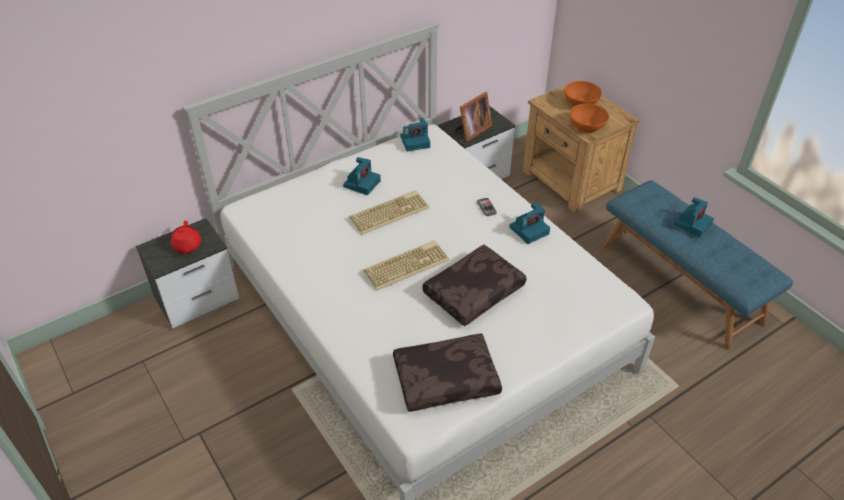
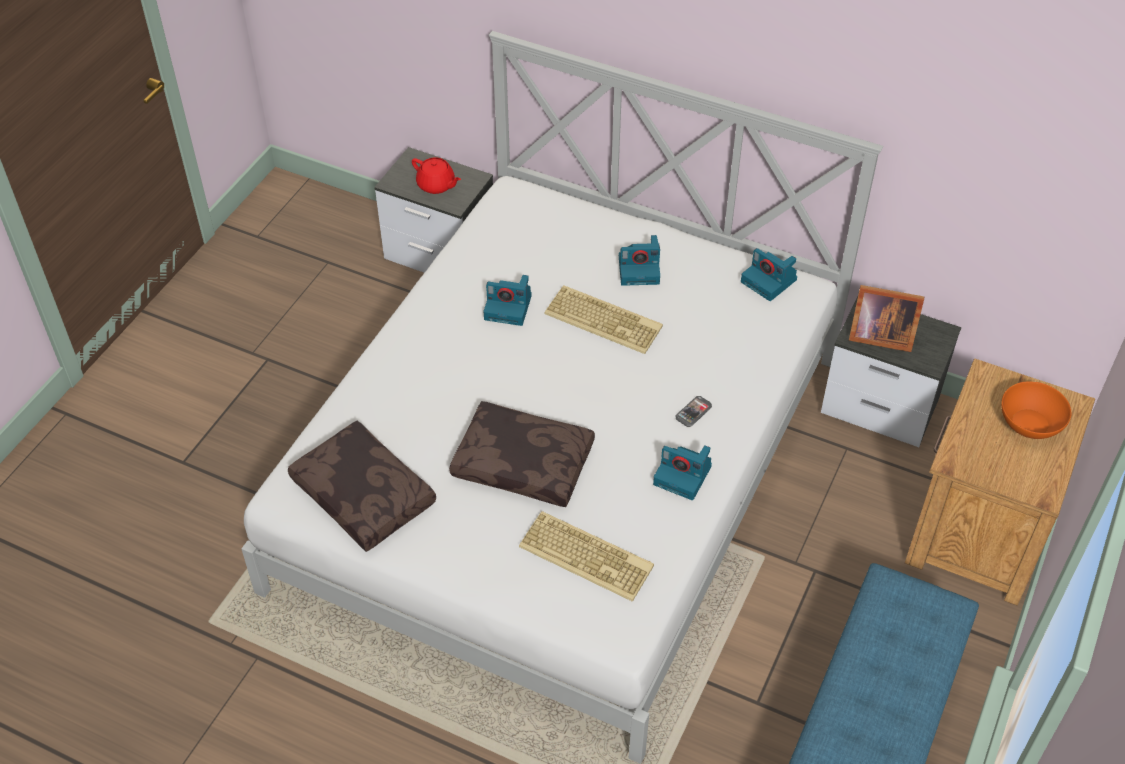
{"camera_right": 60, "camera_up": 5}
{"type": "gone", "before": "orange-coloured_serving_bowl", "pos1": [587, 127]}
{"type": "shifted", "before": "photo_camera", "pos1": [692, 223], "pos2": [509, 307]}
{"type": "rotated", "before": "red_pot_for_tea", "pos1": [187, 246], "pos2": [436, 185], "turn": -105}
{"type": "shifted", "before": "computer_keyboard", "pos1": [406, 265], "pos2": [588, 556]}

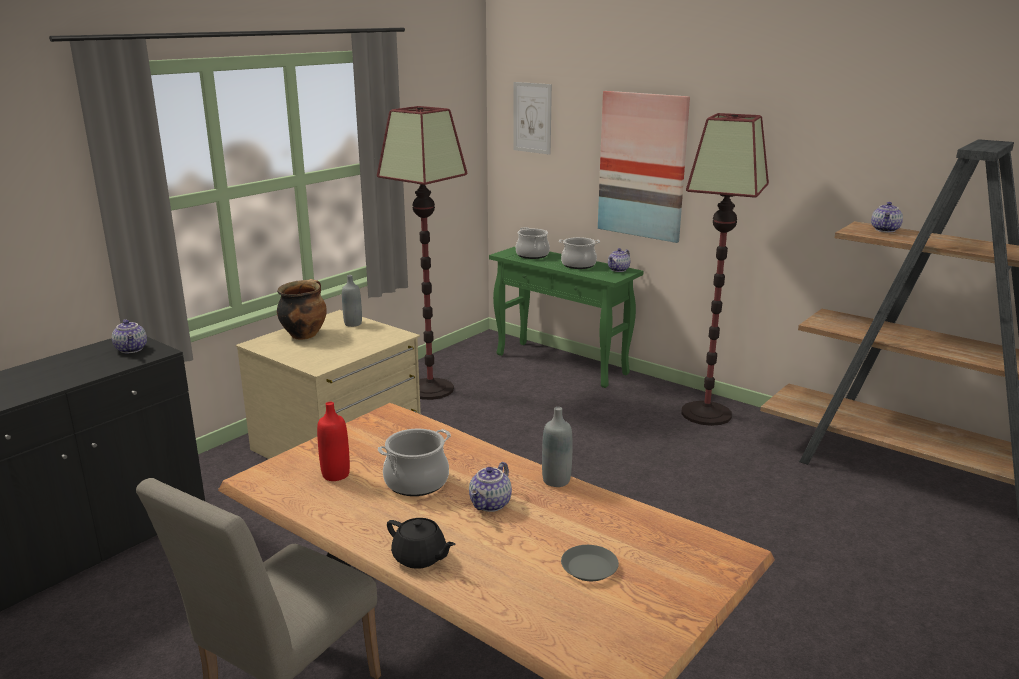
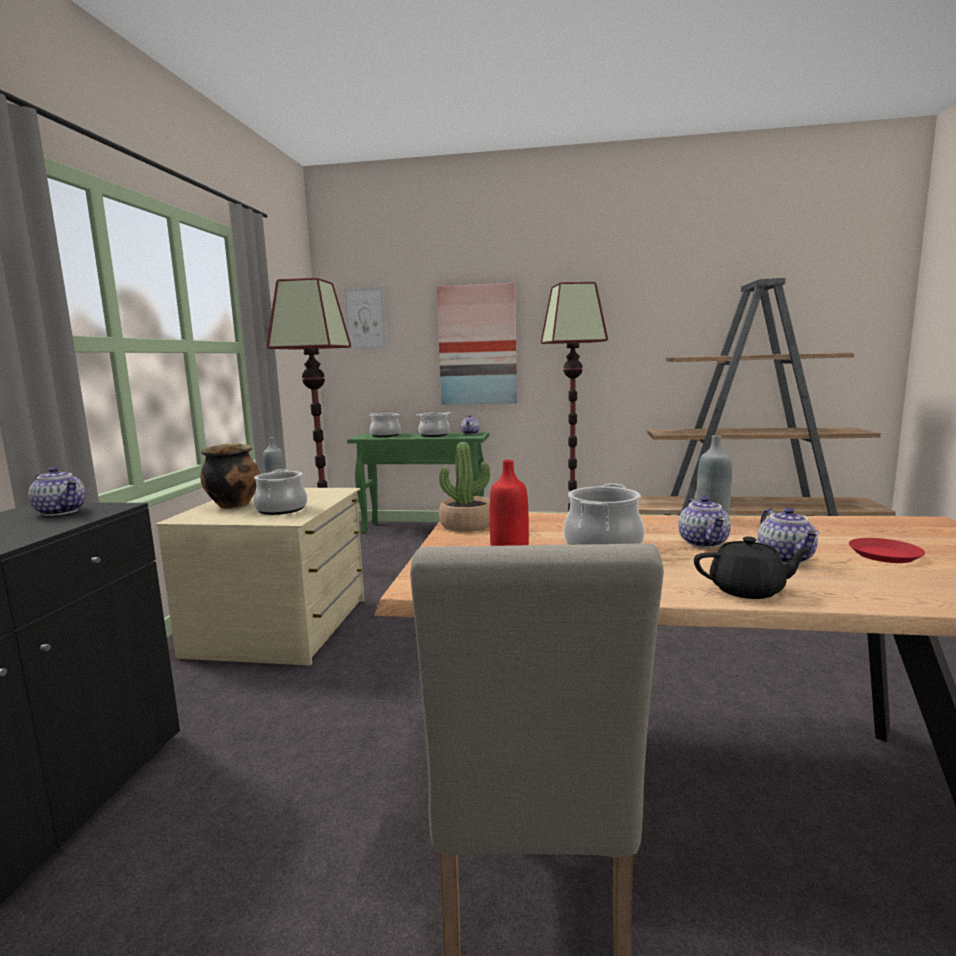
{"camera_right": -30, "camera_up": -10}
{"type": "shifted", "before": "pot_for_tea", "pos1": [885, 230], "pos2": [787, 558]}
{"type": "repainted", "before": "greyish_plate", "after": "red_plate", "pos1": [589, 568], "pos2": [885, 555]}
{"type": "new", "after": "houseplant", "pos2": [467, 525]}
{"type": "new", "after": "cooking_pot", "pos2": [282, 509]}

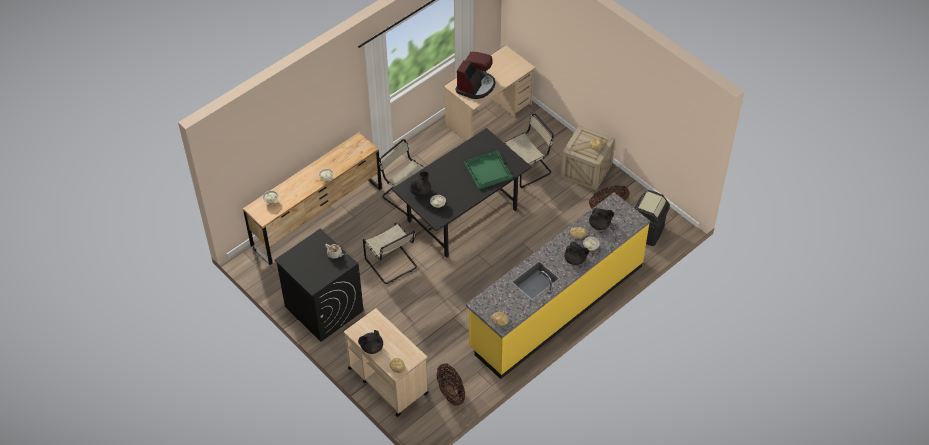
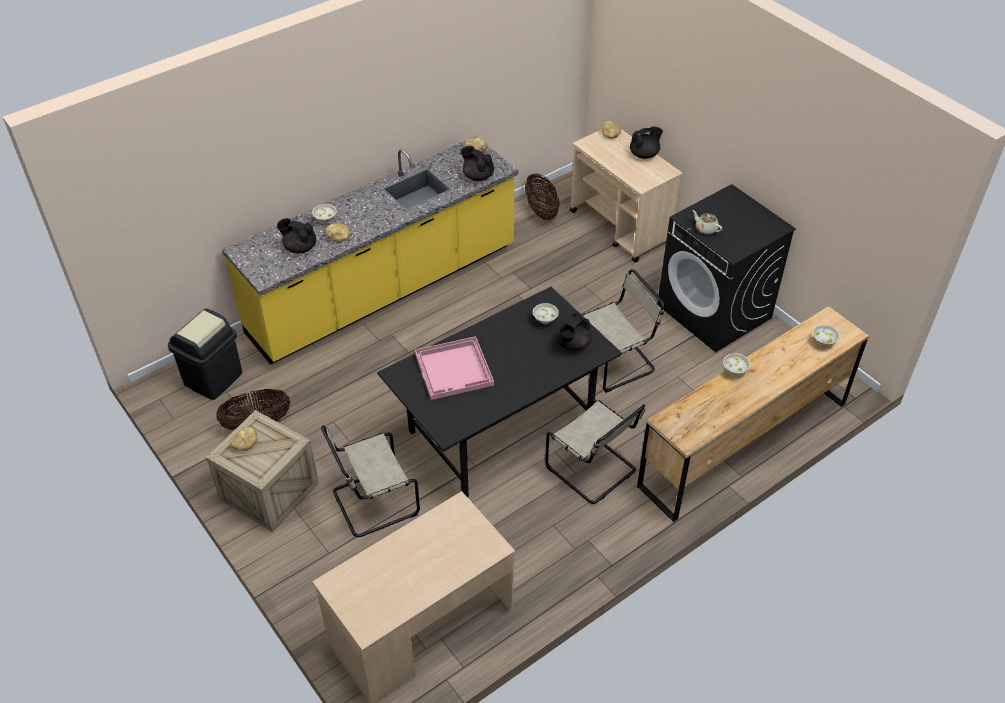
{"camera_right": -175, "camera_up": -5}
{"type": "gone", "before": "coffee_brewer", "pos1": [476, 86]}
{"type": "repainted", "before": "green-coloured_tray", "after": "pinkish_tray", "pos1": [487, 170], "pos2": [454, 369]}
{"type": "rotated", "before": "sand-coloured_plain_chair", "pos1": [392, 264], "pos2": [616, 362], "turn": 90}
{"type": "shifted", "before": "black-coloured_pot_for_tea", "pos1": [575, 260], "pos2": [477, 176]}

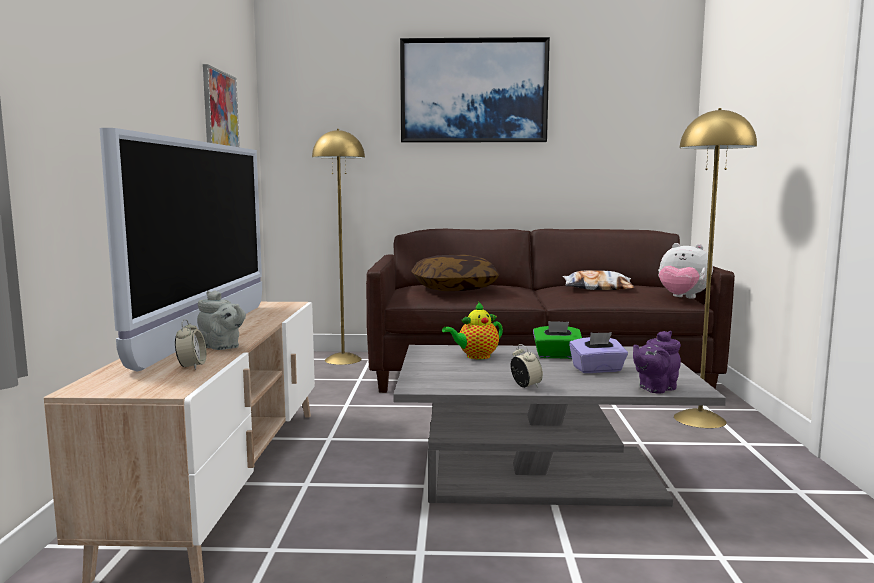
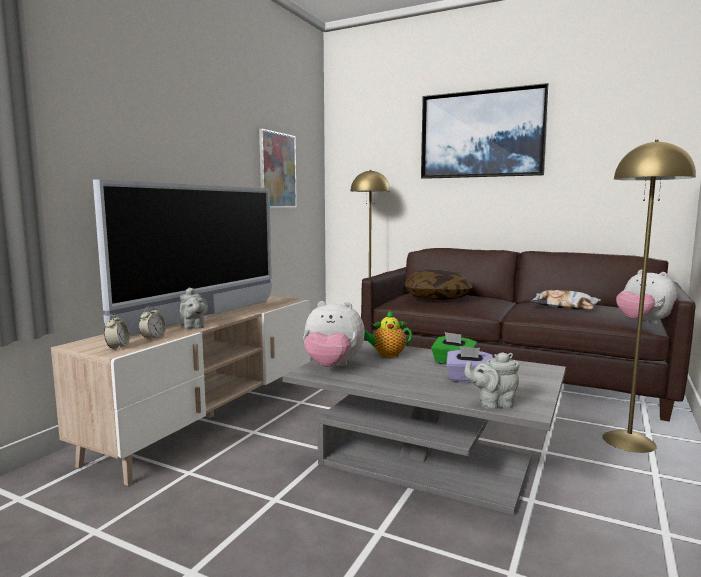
{"camera_right": 25, "camera_up": 0}
{"type": "repainted", "before": "purple-coloured_pot_for_tea", "after": "greyish_pot_for_tea", "pos1": [655, 388], "pos2": [493, 404]}
{"type": "shifted", "before": "bedside_clock", "pos1": [525, 386], "pos2": [118, 347]}
{"type": "new", "after": "plush_toy", "pos2": [332, 367]}

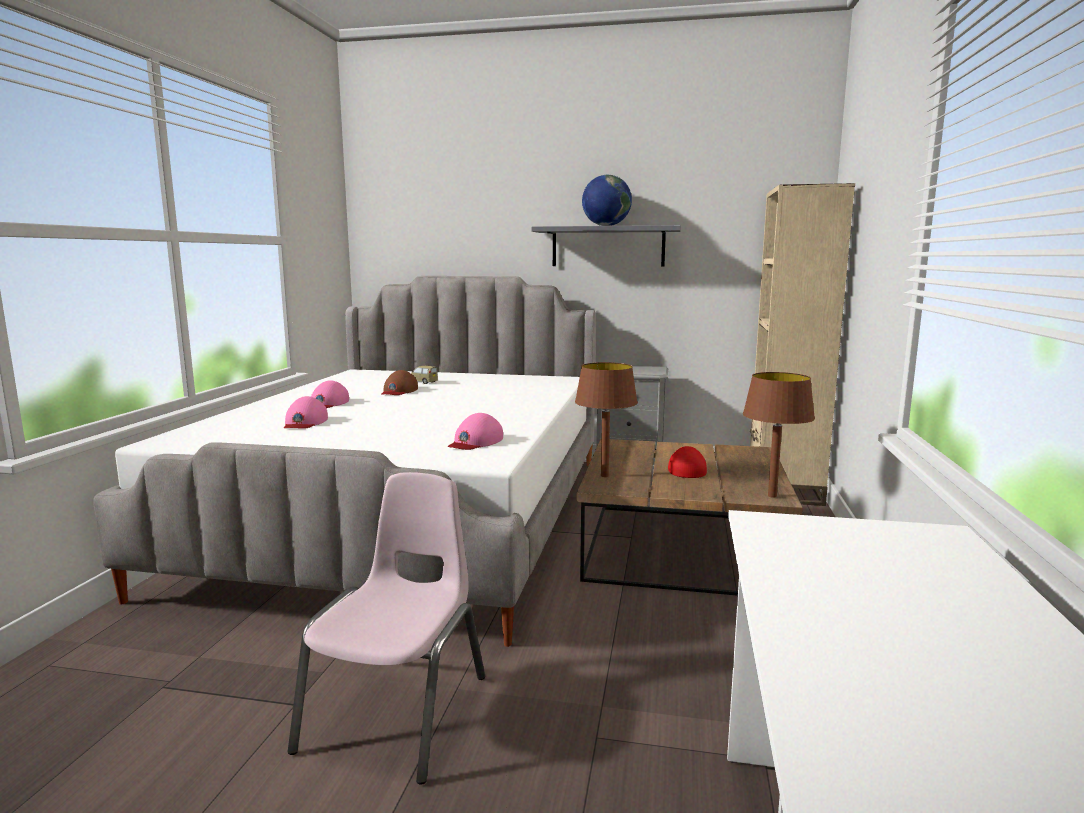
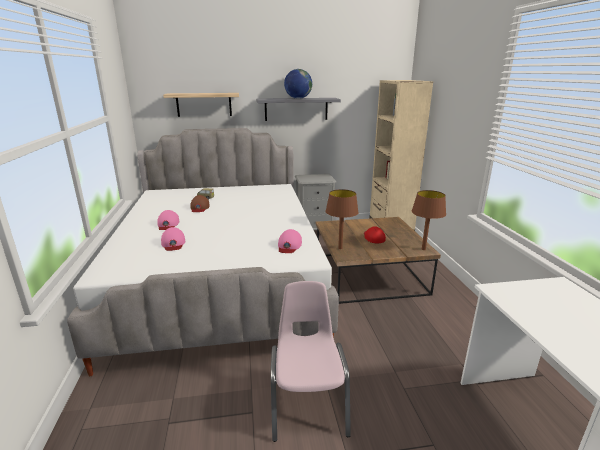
{"camera_right": -20, "camera_up": 10}
{"type": "new", "after": "wall_shelf", "pos2": [204, 104]}

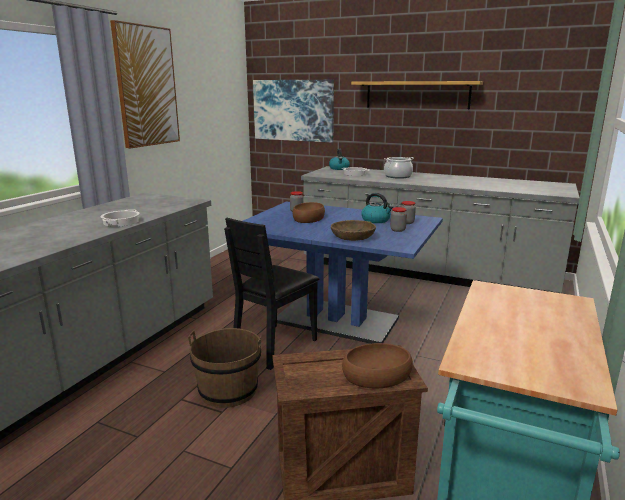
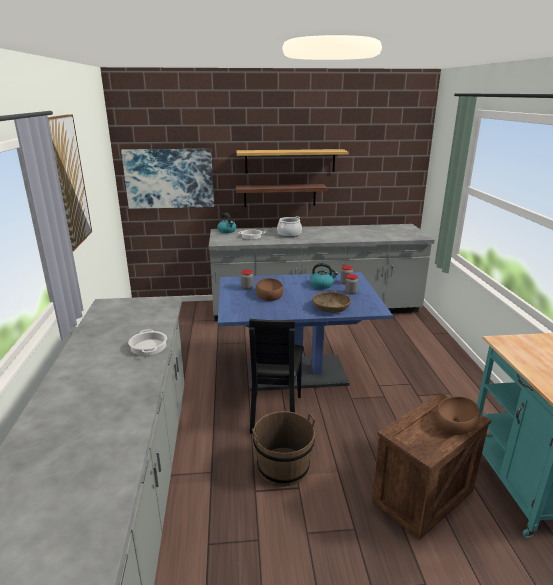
{"camera_right": -30, "camera_up": 5}
{"type": "new", "after": "wall_shelf", "pos2": [280, 195]}

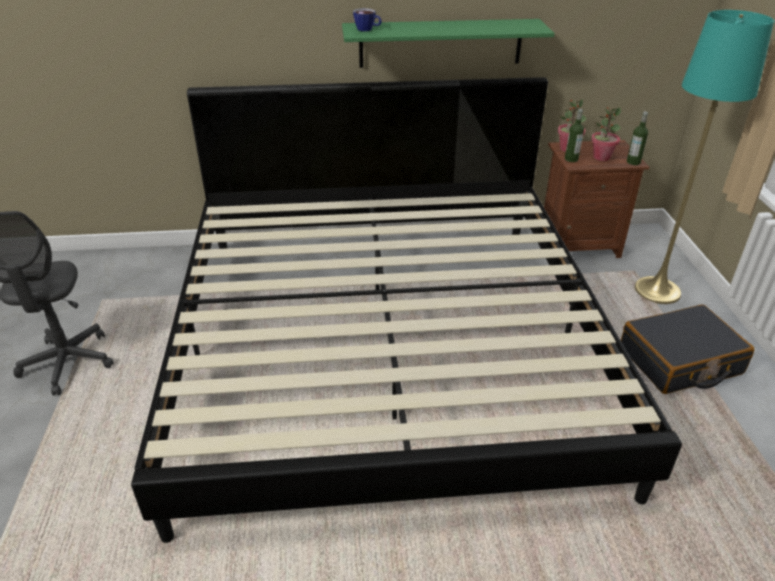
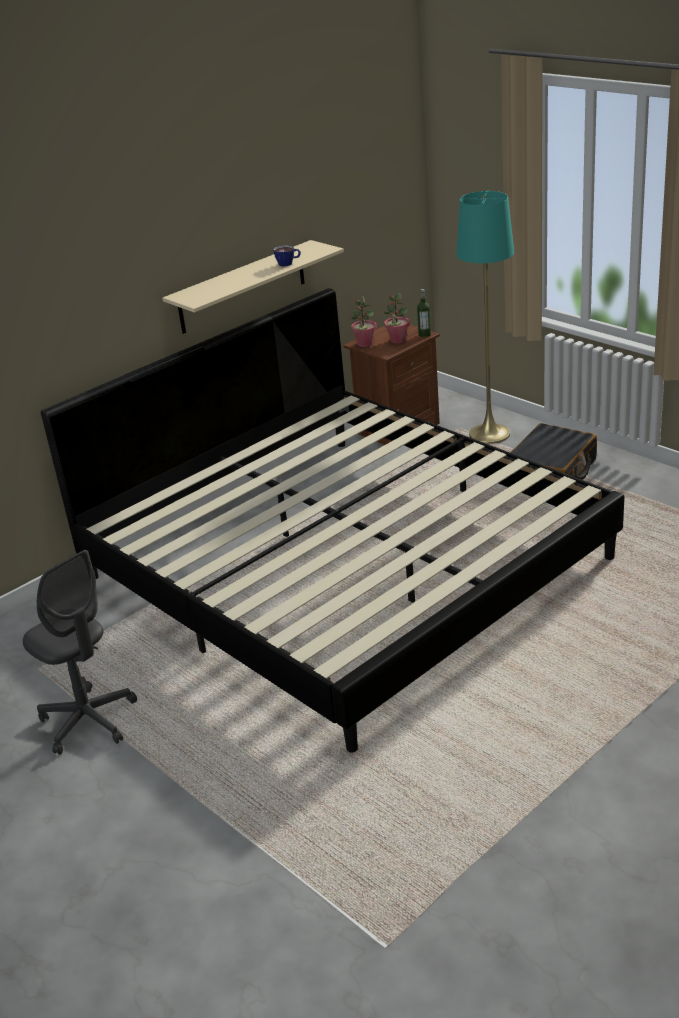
{"camera_right": -35, "camera_up": -5}
{"type": "shifted", "before": "small_cup", "pos1": [368, 29], "pos2": [288, 263]}
{"type": "repainted", "before": "green-coloured_wall_shelf", "after": "sand-coloured_wall_shelf", "pos1": [440, 43], "pos2": [242, 287]}
{"type": "gone", "before": "beverage_bottle", "pos1": [571, 159]}

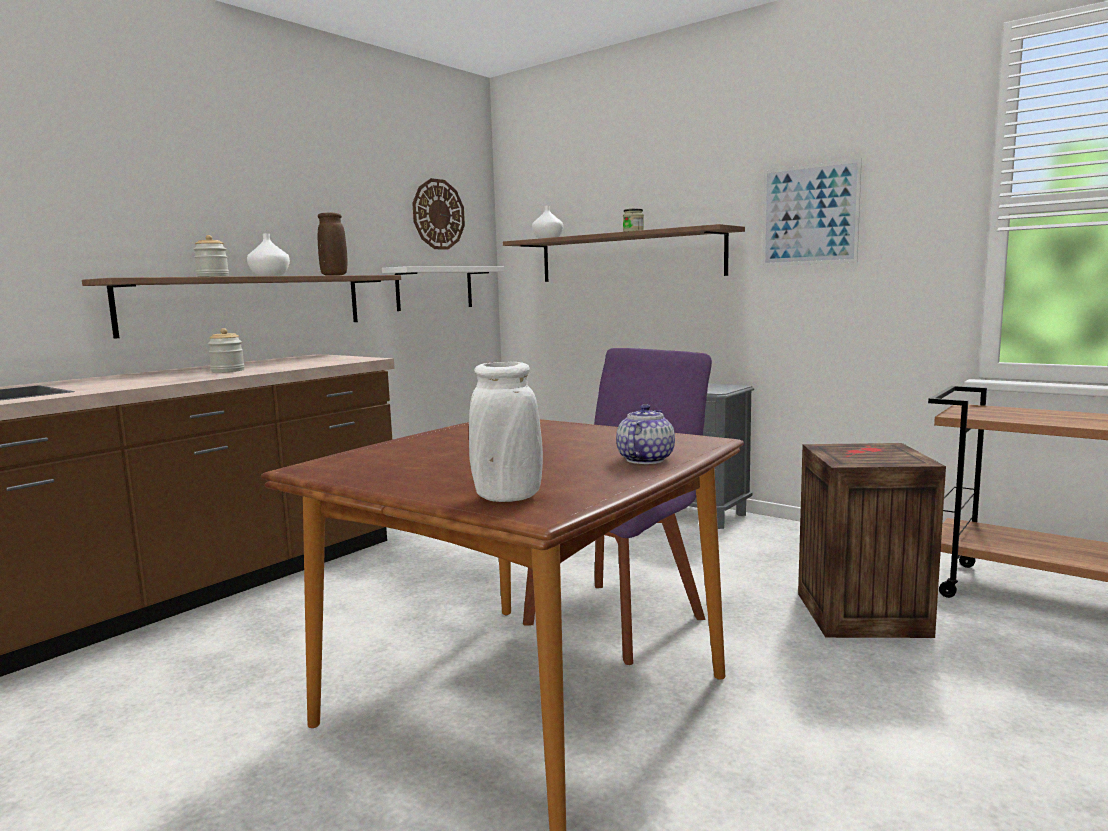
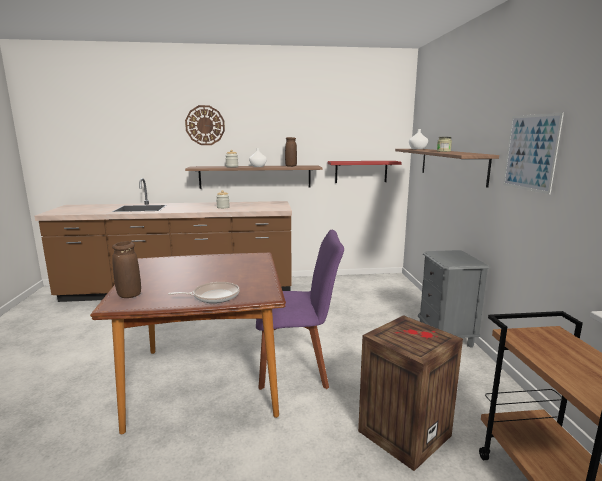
{"camera_right": 45, "camera_up": 5}
{"type": "shifted", "before": "clock_on_the_wall", "pos1": [438, 214], "pos2": [205, 125]}
{"type": "repainted", "before": "white_wall_shelf", "after": "red_wall_shelf", "pos1": [434, 288], "pos2": [361, 171]}
{"type": "repainted", "before": "white_flower_vase", "after": "brown-coloured_flower_vase", "pos1": [507, 498], "pos2": [129, 295]}
{"type": "swapped", "before": "pot_for_tea", "after": "frying_pan", "pos1": [644, 460], "pos2": [213, 296]}

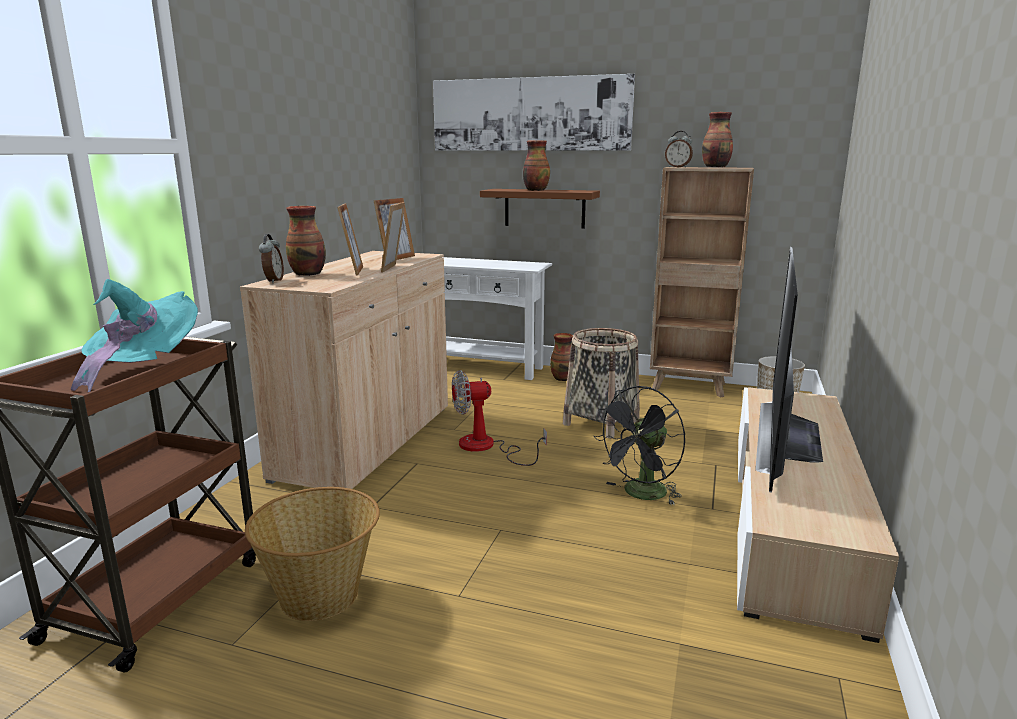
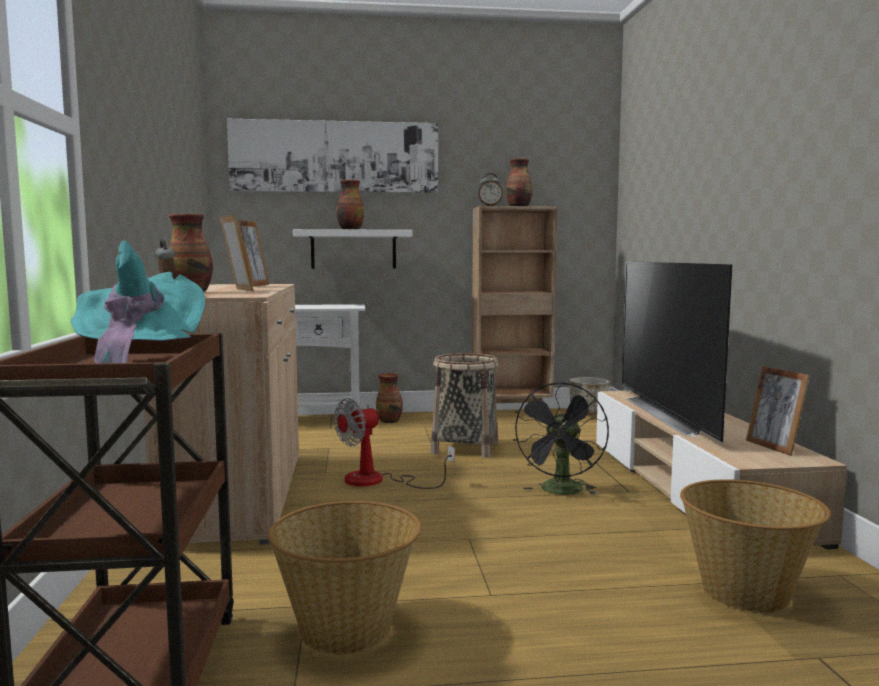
{"camera_right": -25, "camera_up": -10}
{"type": "repainted", "before": "brown-coloured_wall_shelf", "after": "white_wall_shelf", "pos1": [544, 208], "pos2": [353, 249]}
{"type": "shifted", "before": "photo_frame", "pos1": [394, 268], "pos2": [774, 447]}
{"type": "new", "after": "household_basket", "pos2": [747, 593]}

